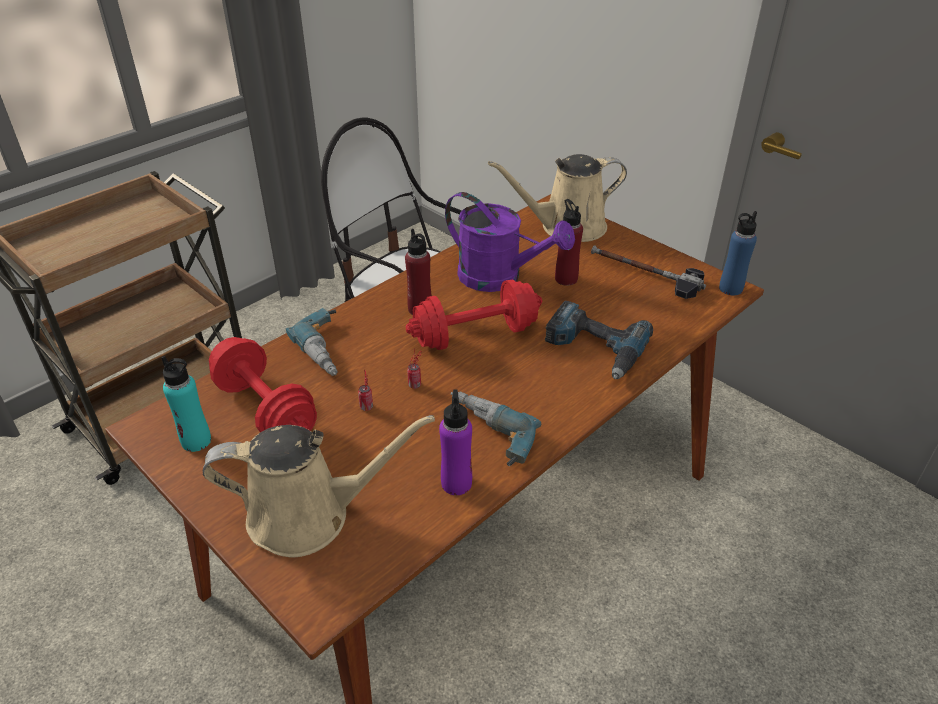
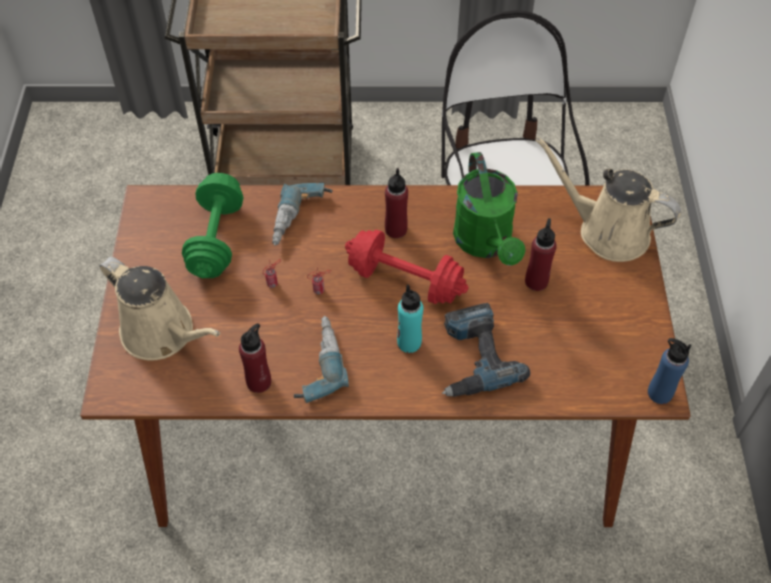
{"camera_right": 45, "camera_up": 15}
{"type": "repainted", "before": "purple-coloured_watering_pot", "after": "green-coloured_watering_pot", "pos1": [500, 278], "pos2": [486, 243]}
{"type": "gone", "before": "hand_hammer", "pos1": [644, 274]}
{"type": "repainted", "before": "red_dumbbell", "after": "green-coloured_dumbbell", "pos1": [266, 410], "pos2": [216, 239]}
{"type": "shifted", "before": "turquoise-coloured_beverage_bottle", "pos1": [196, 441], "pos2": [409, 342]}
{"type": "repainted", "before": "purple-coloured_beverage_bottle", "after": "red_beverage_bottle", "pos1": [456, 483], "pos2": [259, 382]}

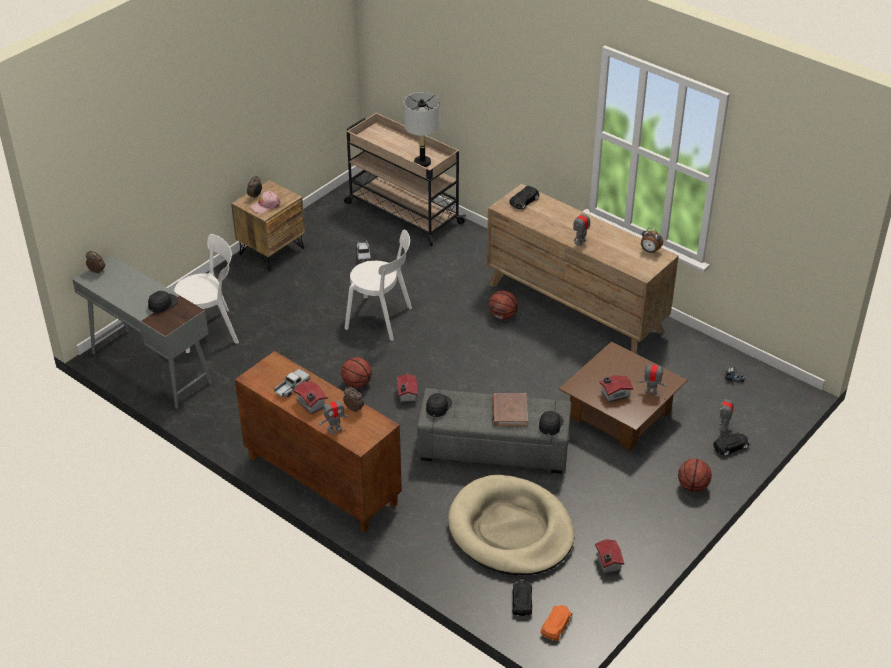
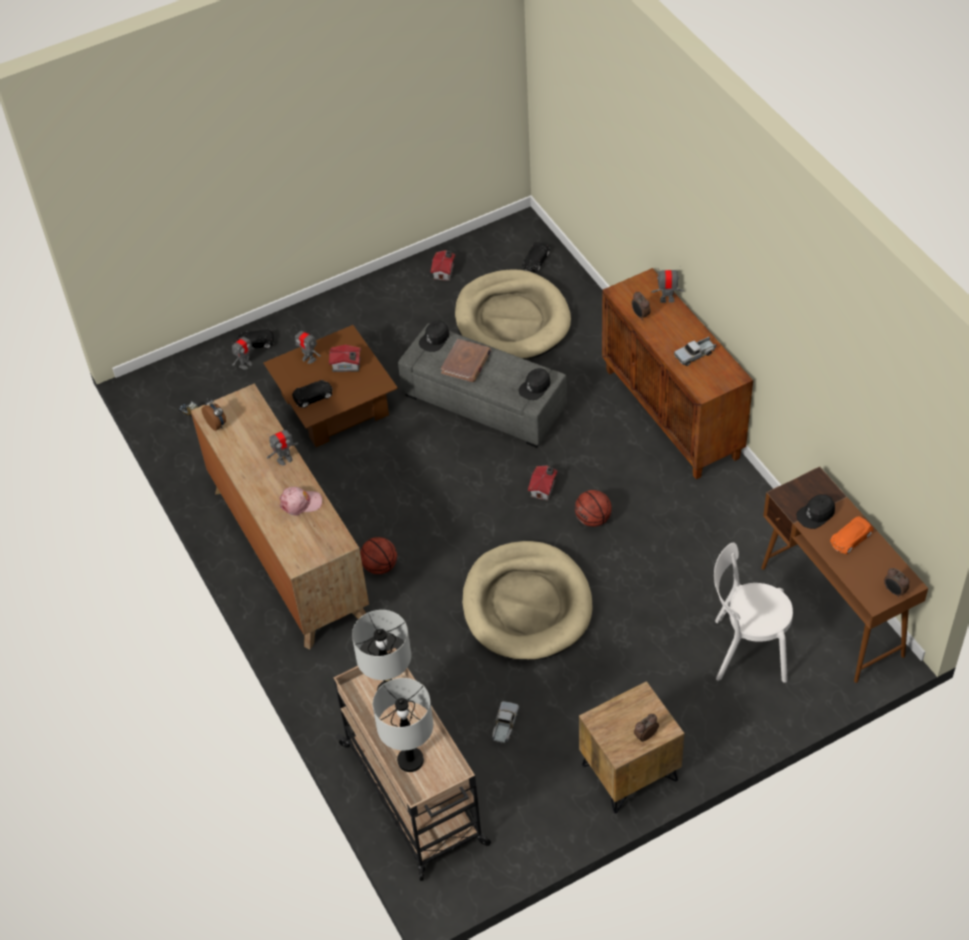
{"camera_right": -155, "camera_up": 10}
{"type": "shifted", "before": "black-coloured_toy_car", "pos1": [524, 201], "pos2": [313, 396]}
{"type": "shifted", "before": "pinkish_cap", "pos1": [266, 205], "pos2": [300, 503]}
{"type": "swapped", "before": "white_plain_chair", "after": "sand-coloured_dog_cushion", "pos1": [381, 319], "pos2": [526, 605]}
{"type": "repainted", "before": "greyish_desk", "after": "brown-coloured_desk", "pos1": [150, 367], "pos2": [832, 611]}
{"type": "gone", "before": "miniature_house", "pos1": [311, 404]}
{"type": "gone", "before": "basketball", "pos1": [692, 486]}
{"type": "shifted", "before": "orange-coloured_toy_car", "pos1": [556, 625], "pos2": [850, 539]}
{"type": "new", "after": "greyish_tabletop_lamp", "pos2": [410, 760]}

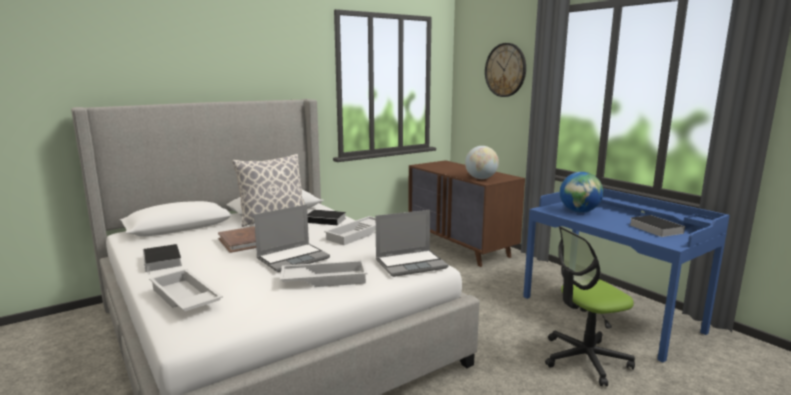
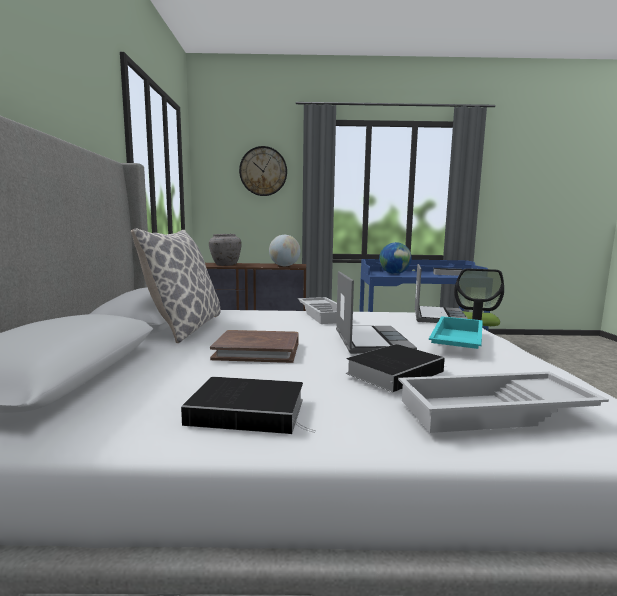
{"camera_right": -55, "camera_up": -5}
{"type": "shifted", "before": "book", "pos1": [327, 220], "pos2": [396, 371]}
{"type": "repainted", "before": "white_tray", "after": "turquoise-coloured_tray", "pos1": [325, 279], "pos2": [455, 341]}
{"type": "new", "after": "greyish_flower_vase", "pos2": [225, 265]}

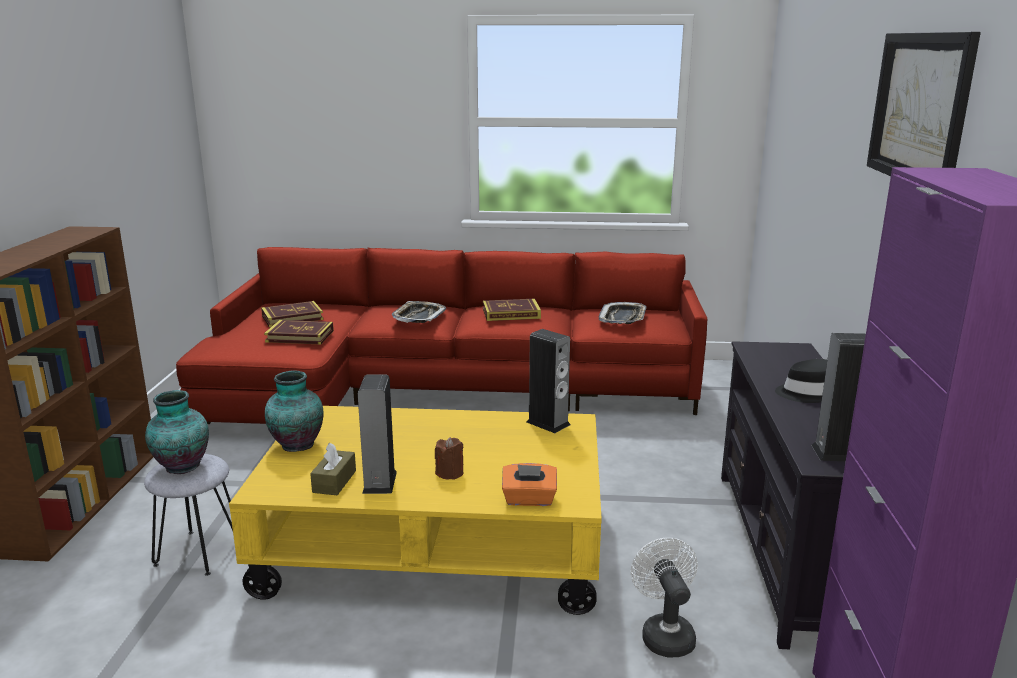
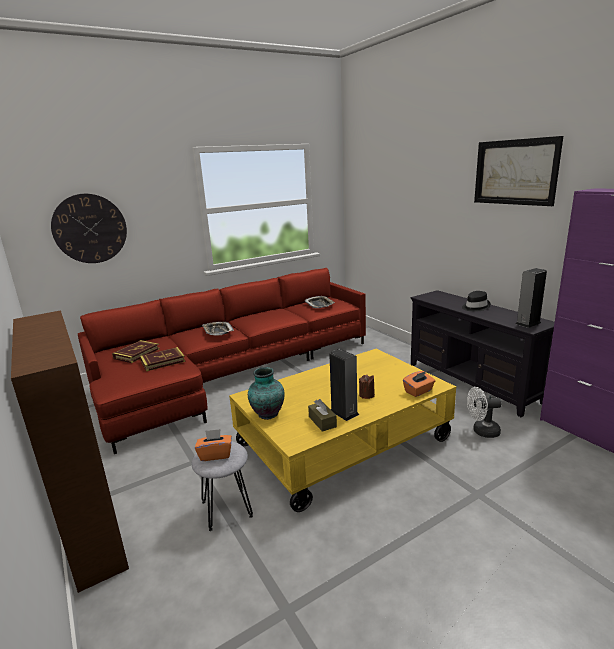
{"camera_right": -35, "camera_up": 0}
{"type": "gone", "before": "book", "pos1": [511, 313]}
{"type": "gone", "before": "audio_speaker", "pos1": [548, 423]}
{"type": "swapped", "before": "flower_vase", "after": "orange-coloured_tissue_box", "pos1": [181, 467], "pos2": [215, 454]}
{"type": "rotated", "before": "white_electric_fan", "pos1": [664, 634], "pos2": [482, 431], "turn": -45}
{"type": "new", "after": "clock_on_the_wall", "pos2": [90, 229]}

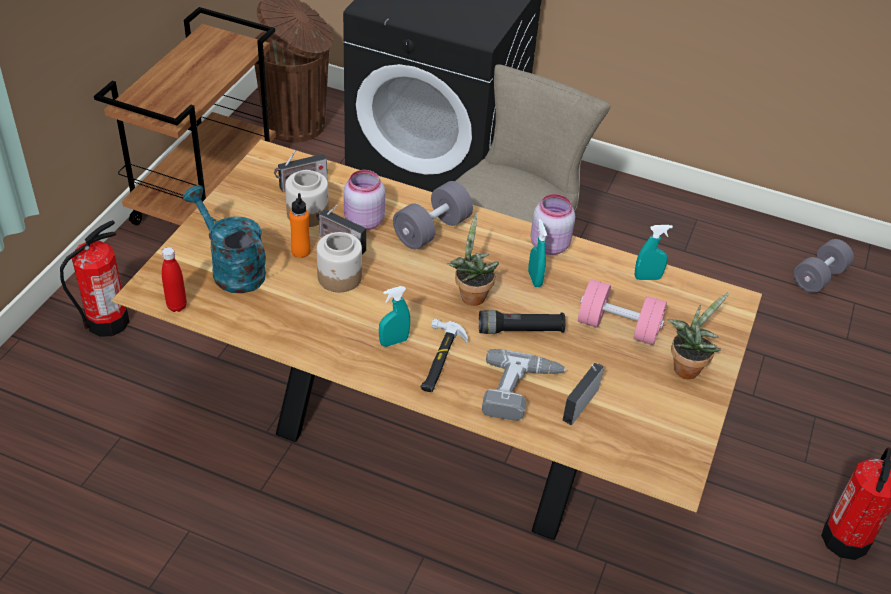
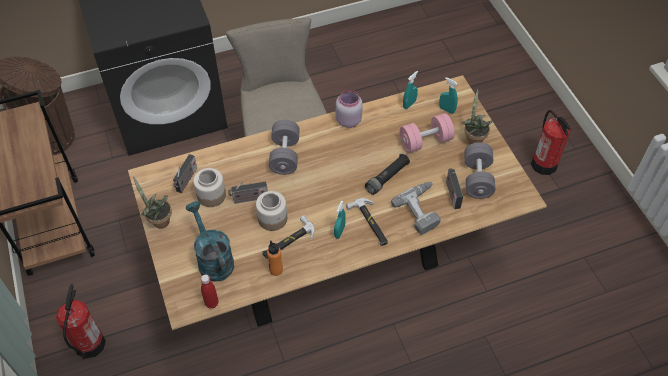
{"camera_right": -40, "camera_up": 10}
{"type": "gone", "before": "pinkish_storage_jar", "pos1": [363, 221]}
{"type": "rotated", "before": "turquoise-coloured_watering_pot", "pos1": [232, 269], "pos2": [213, 259], "turn": 60}
{"type": "shifted", "before": "orange-coloured_beverage_bottle", "pos1": [300, 251], "pos2": [276, 270]}
{"type": "shifted", "before": "houseplant", "pos1": [471, 294], "pos2": [158, 221]}
{"type": "shifted", "before": "turquoise-coloured_spray_bottle", "pos1": [534, 279], "pos2": [446, 109]}
{"type": "shifted", "before": "greyish_dumbbell", "pos1": [819, 277], "pos2": [477, 178]}
{"type": "new", "after": "hand_hammer", "pos2": [288, 241]}

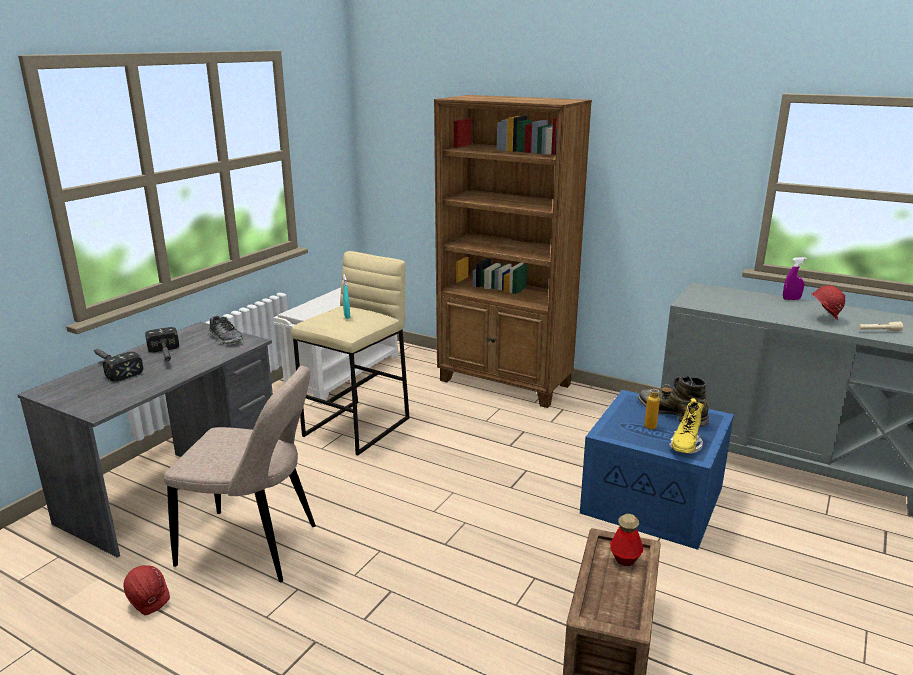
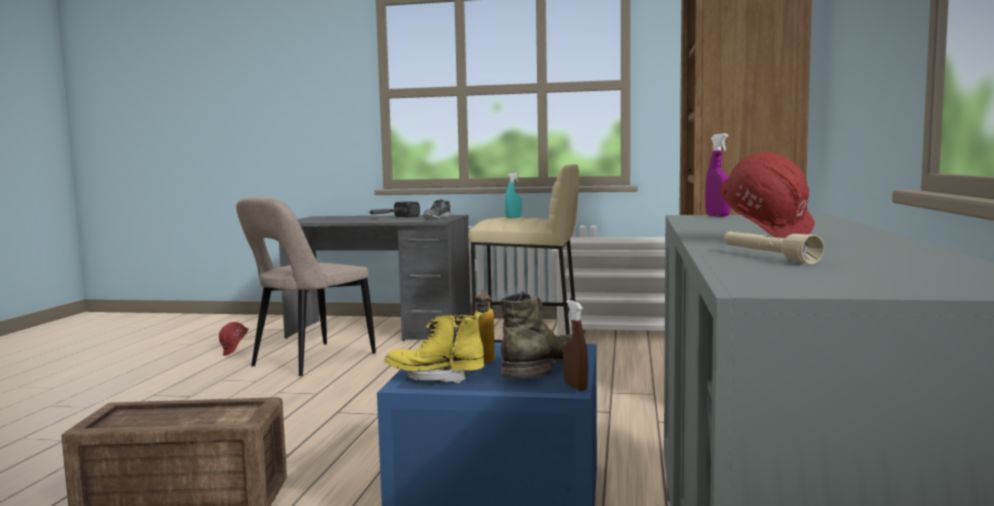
{"camera_right": 70, "camera_up": -15}
{"type": "shifted", "before": "purple-coloured_spray_bottle", "pos1": [791, 299], "pos2": [717, 216]}
{"type": "gone", "before": "hand_hammer", "pos1": [112, 368]}
{"type": "rotated", "before": "sand-coloured_plain_chair", "pos1": [254, 547], "pos2": [309, 361], "turn": 45}
{"type": "gone", "before": "beverage_bottle", "pos1": [625, 558]}
{"type": "new", "after": "brown-coloured_spray_bottle", "pos2": [575, 387]}

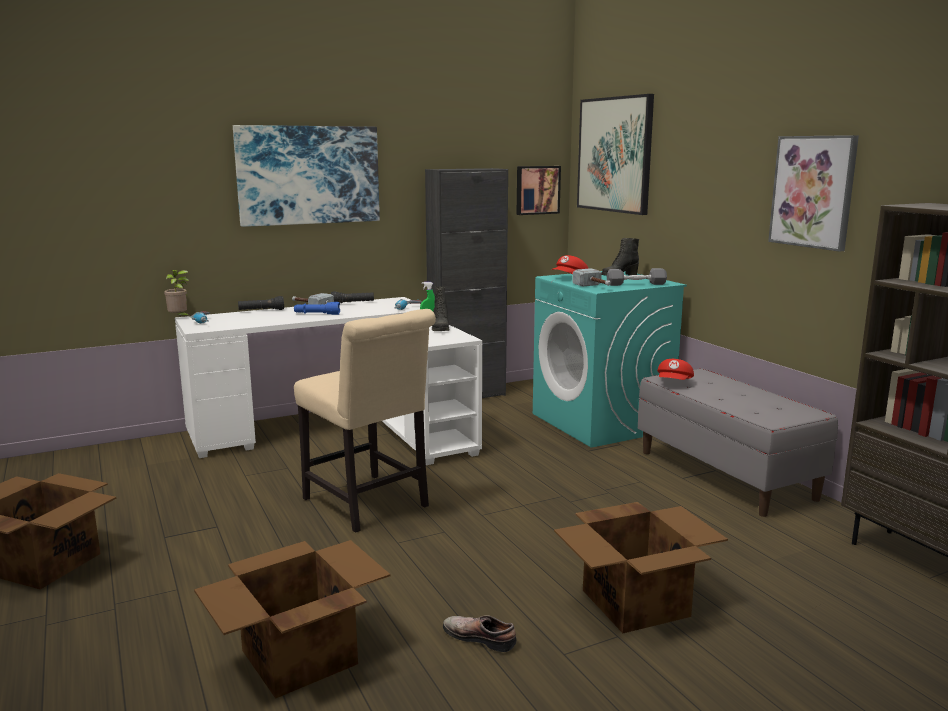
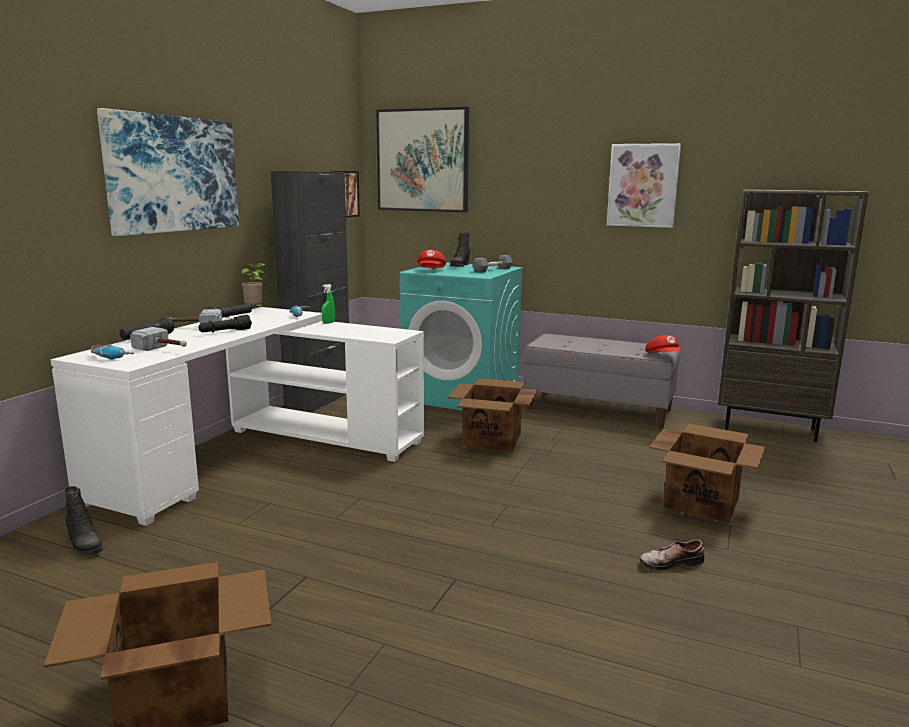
{"camera_right": -40, "camera_up": 0}
{"type": "shifted", "before": "hand_hammer", "pos1": [594, 287], "pos2": [163, 349]}
{"type": "shifted", "before": "houseplant", "pos1": [179, 318], "pos2": [255, 309]}
{"type": "shifted", "before": "black-coloured_boot", "pos1": [440, 329], "pos2": [84, 546]}
{"type": "repainted", "before": "bluish_torch", "after": "black-coloured_torch", "pos1": [317, 314], "pos2": [225, 332]}
{"type": "gone", "before": "sand-coloured_plain_chair", "pos1": [369, 505]}
{"type": "shifted", "before": "red_cap", "pos1": [674, 383], "pos2": [663, 356]}
{"type": "shifted", "before": "packing_box", "pos1": [297, 657], "pos2": [491, 439]}

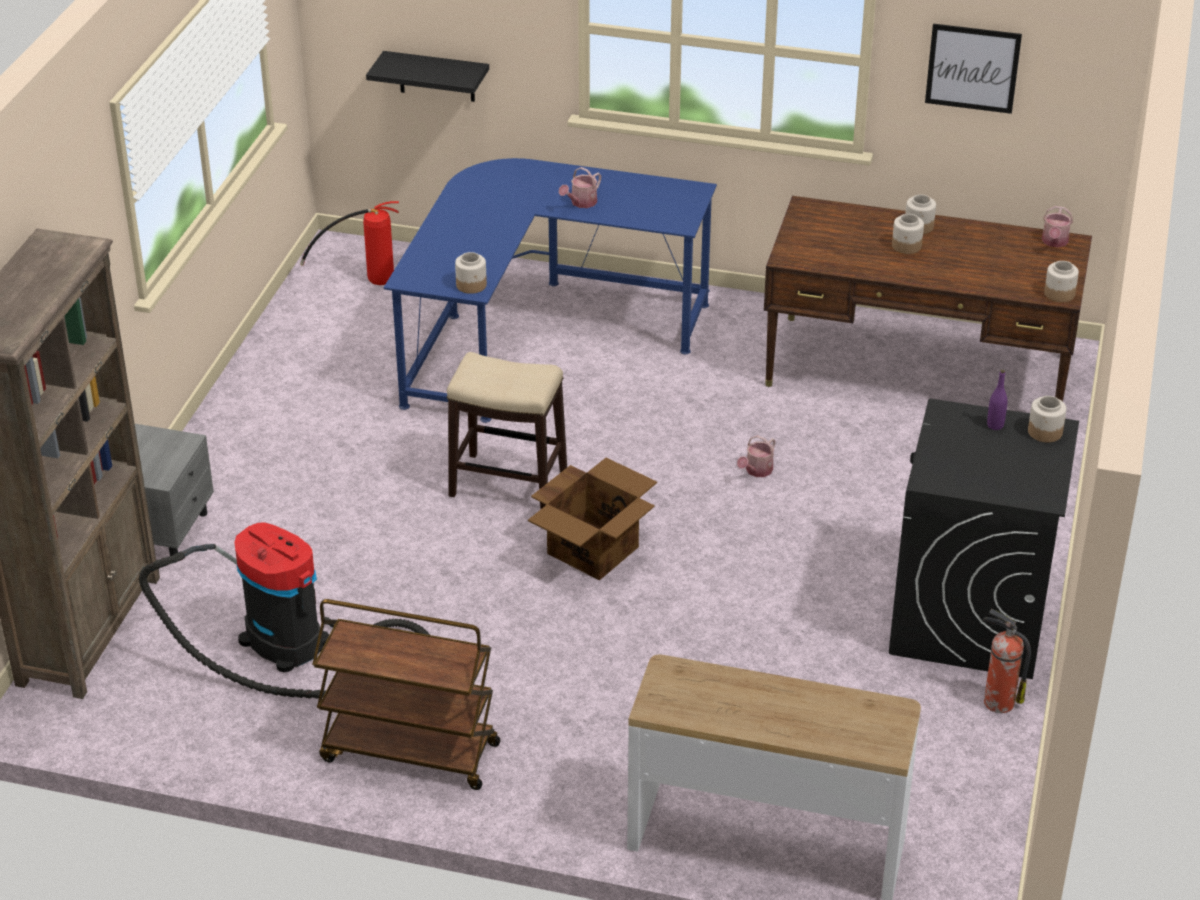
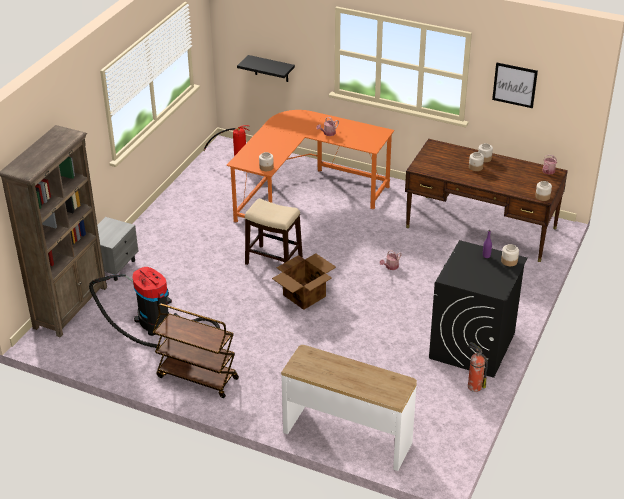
{"camera_right": 10, "camera_up": 0}
{"type": "repainted", "before": "bluish_desk", "after": "orange-coloured_desk", "pos1": [538, 335], "pos2": [306, 193]}

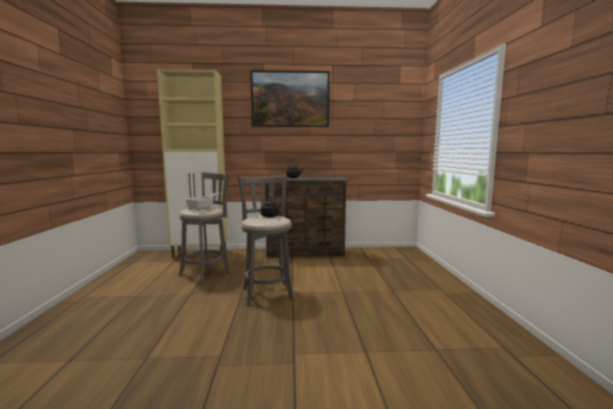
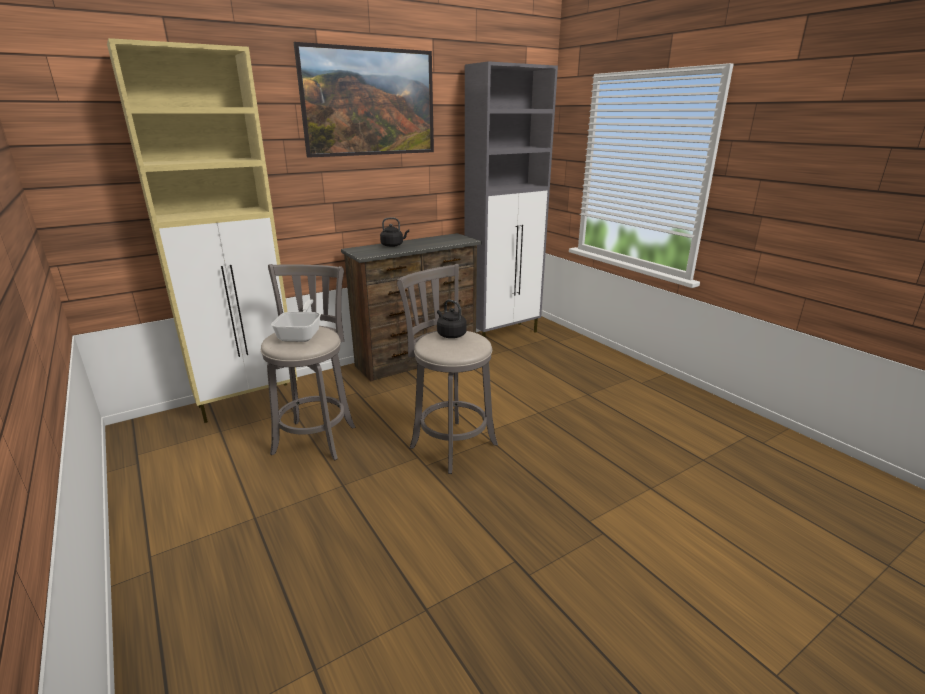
{"camera_right": -30, "camera_up": 15}
{"type": "new", "after": "greyish_cupboard", "pos2": [503, 334]}

